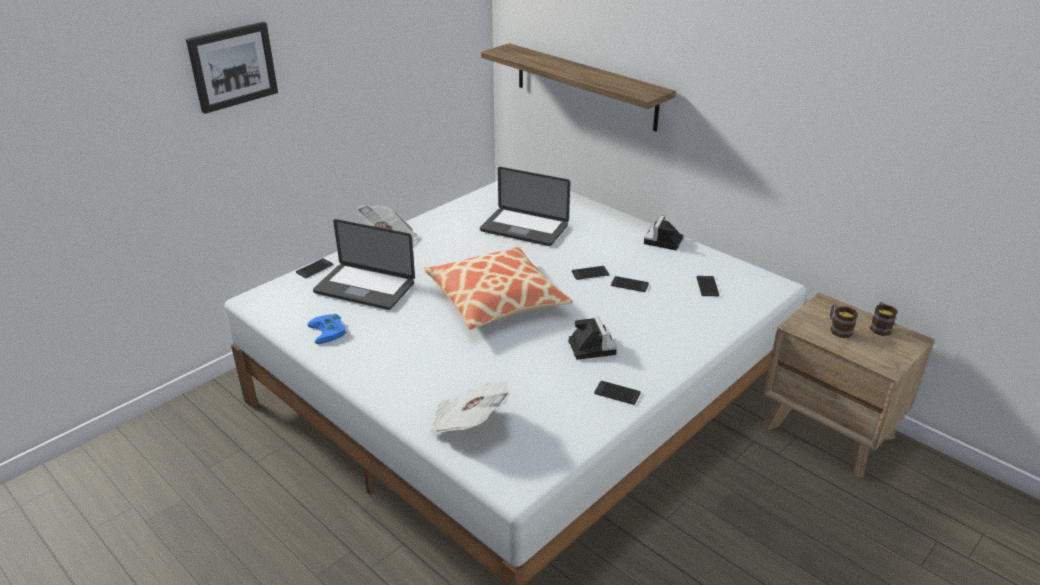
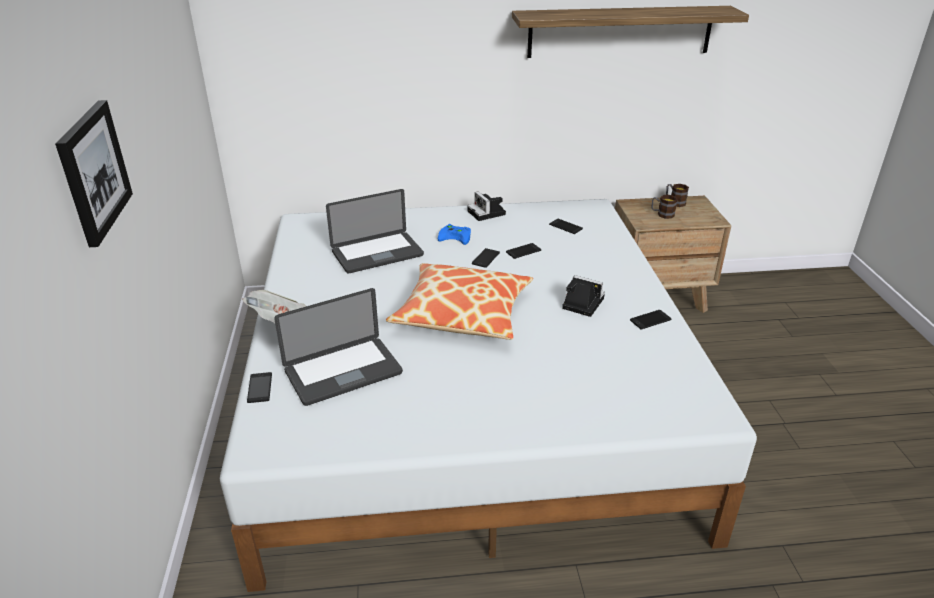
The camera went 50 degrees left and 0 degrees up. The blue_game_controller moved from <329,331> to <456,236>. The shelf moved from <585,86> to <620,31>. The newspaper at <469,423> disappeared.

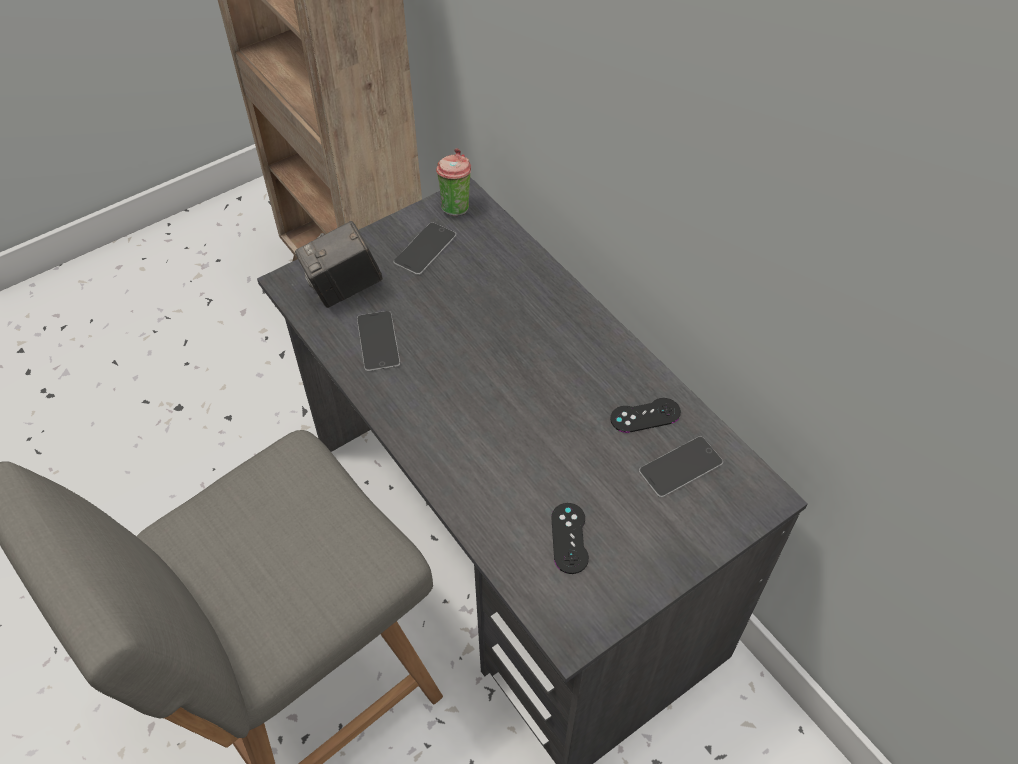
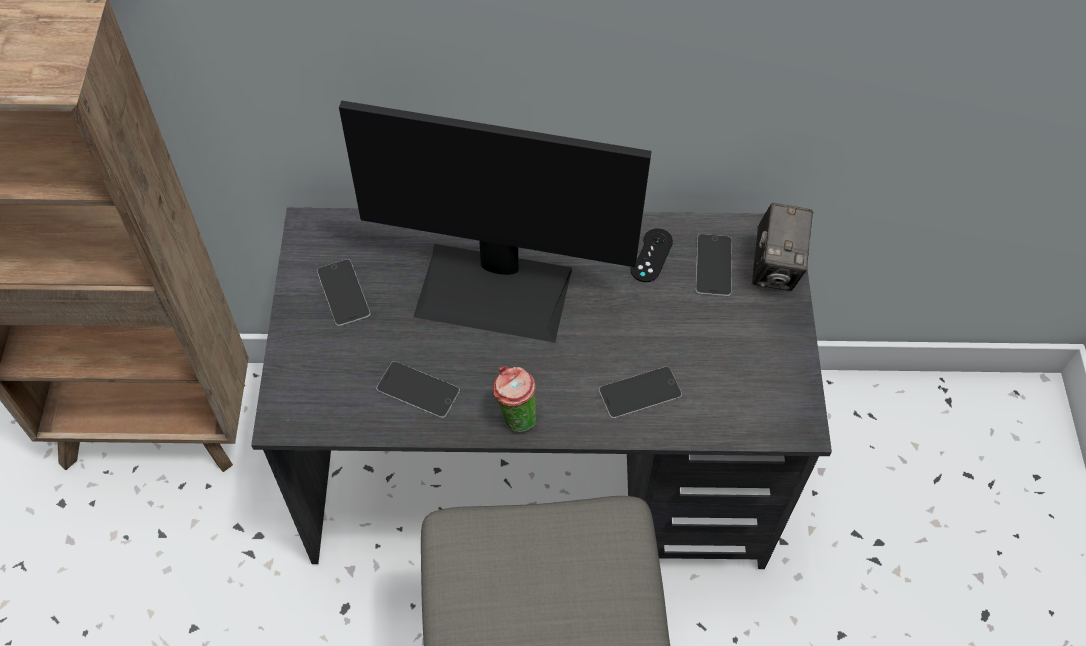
The camera went 55 degrees left and 5 degrees up. The monitor at <495,290> appeared. The cup moved from <455,206> to <514,416>. The phone at <640,392> appeared. The photo_camera moved from <344,288> to <775,267>. The black_game_controller at <569,538> disappeared.

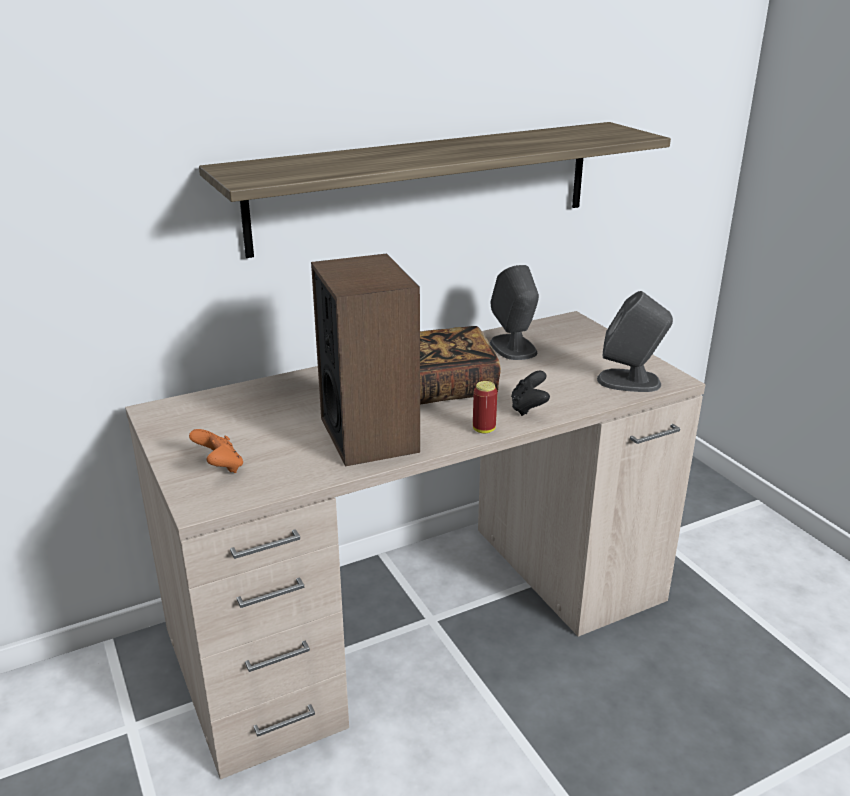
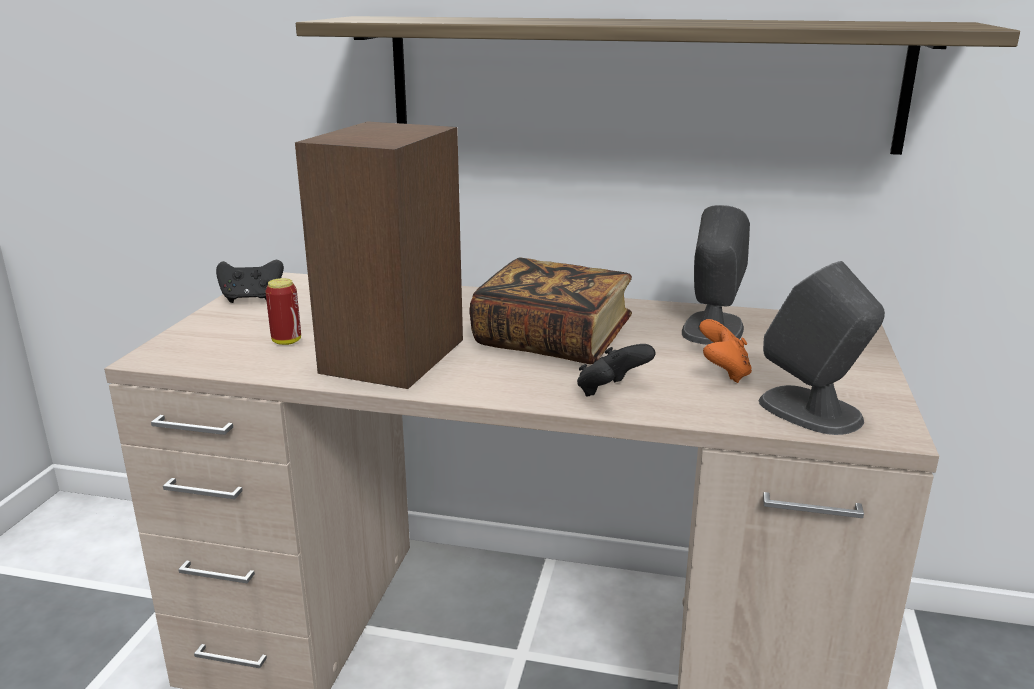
The camera went 40 degrees right and 5 degrees down. The black_game_controller at <251,299> appeared. The can moved from <484,429> to <286,341>. The orange_game_controller moved from <220,467> to <723,373>.

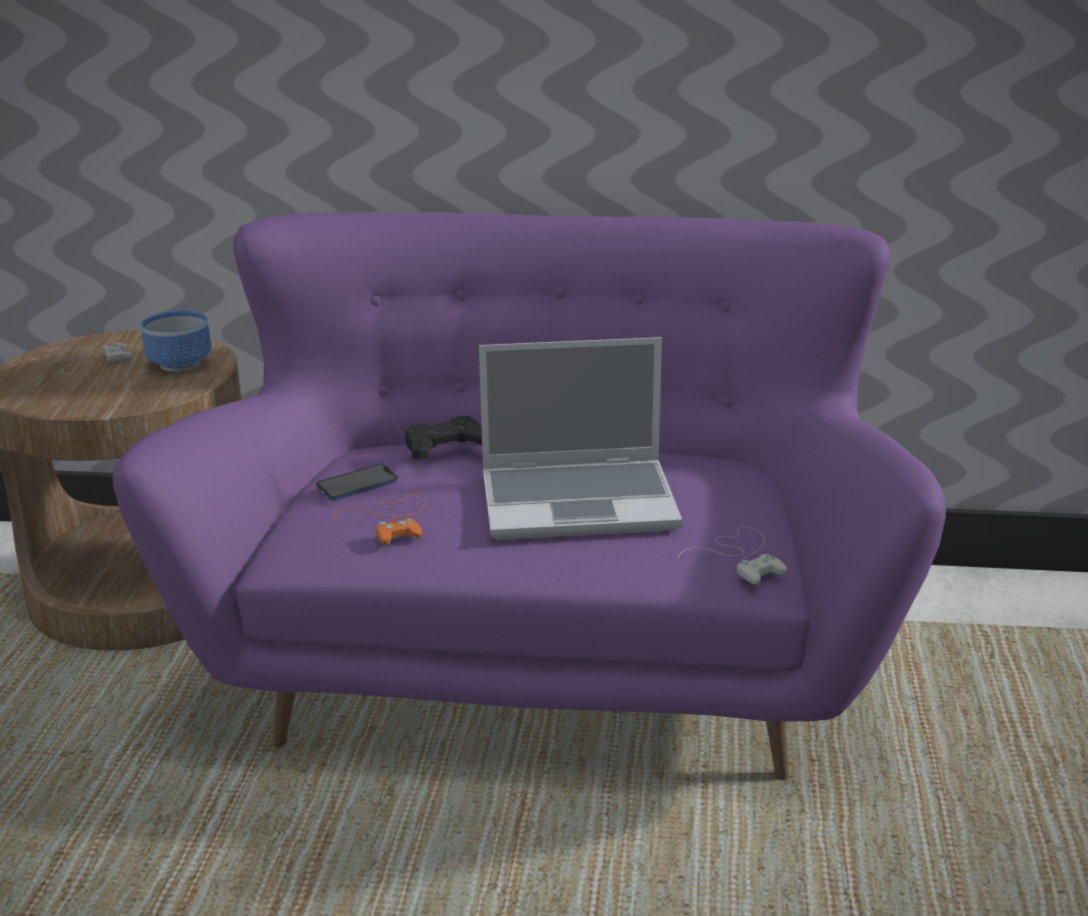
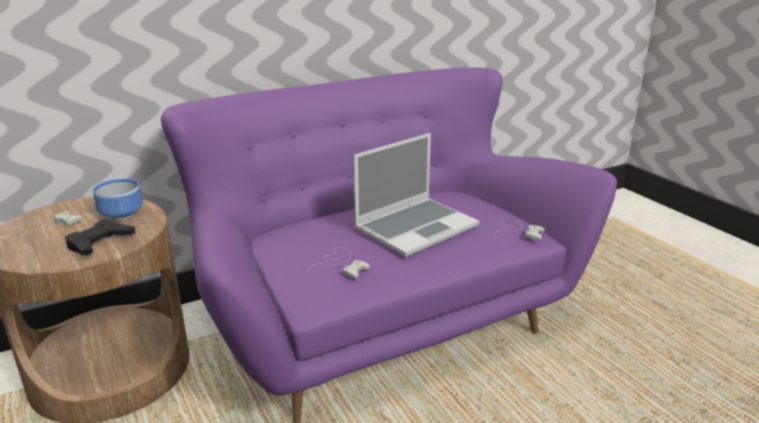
The camera went 35 degrees left and 0 degrees up. The black_game_controller moved from <447,447> to <99,242>. The orange_game_controller at <394,520> became the white_game_controller at <341,264>. The phone at <357,484> disappeared.

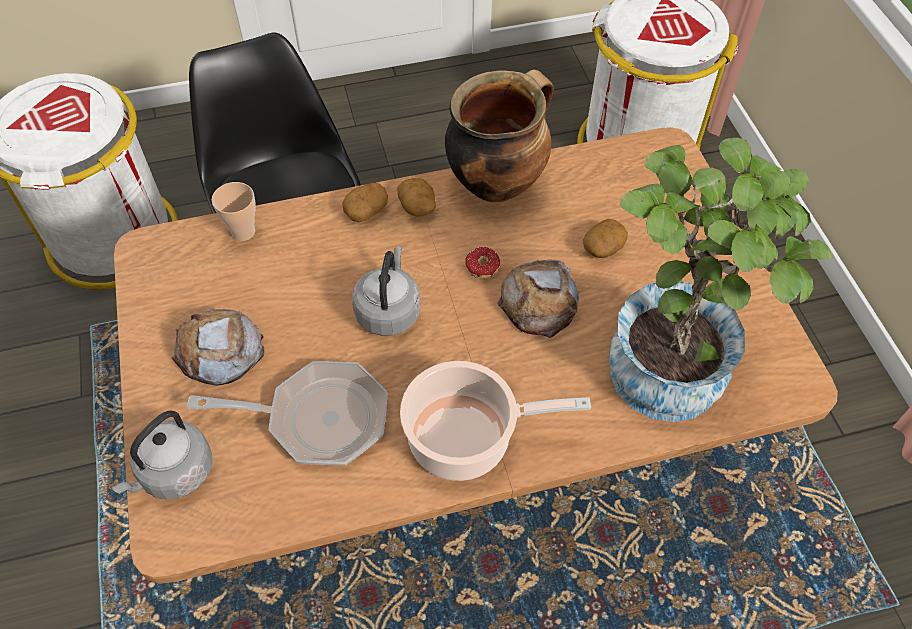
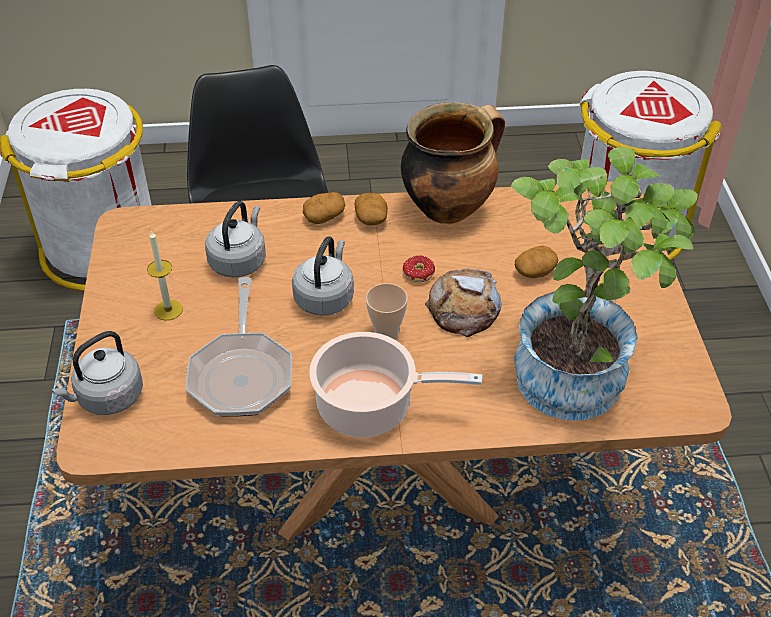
The camera went 10 degrees right and 10 degrees down. The bread at <219,351> was replaced by the candle at <168,310>. The frying_pan at <318,419> turned 75 degrees clockwise. The grey_kettle at <239,261> appeared. The cup moved from <243,232> to <386,334>.

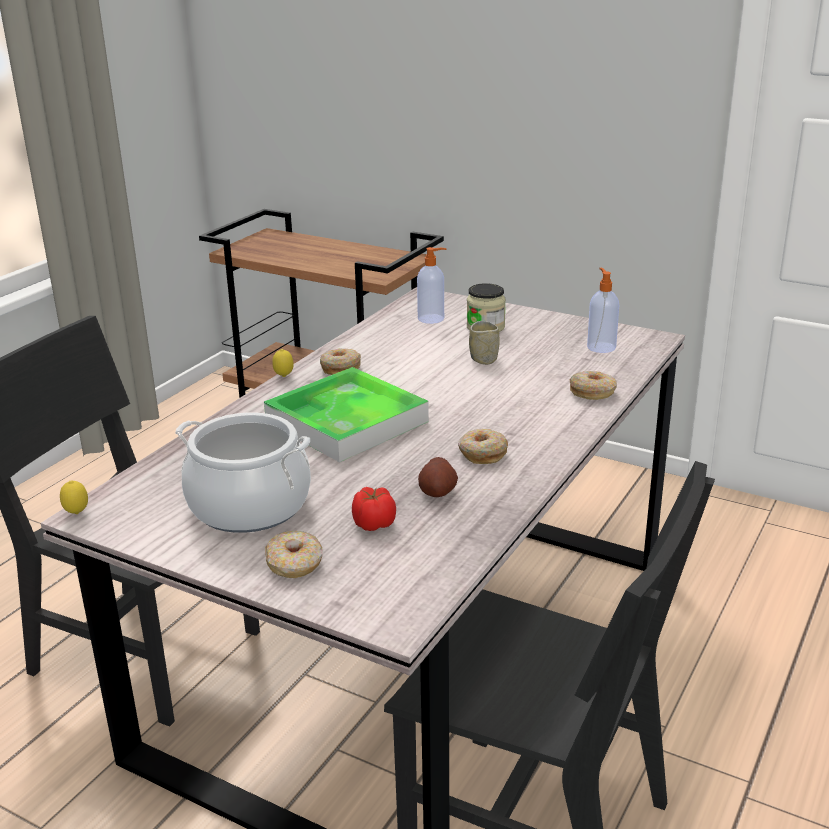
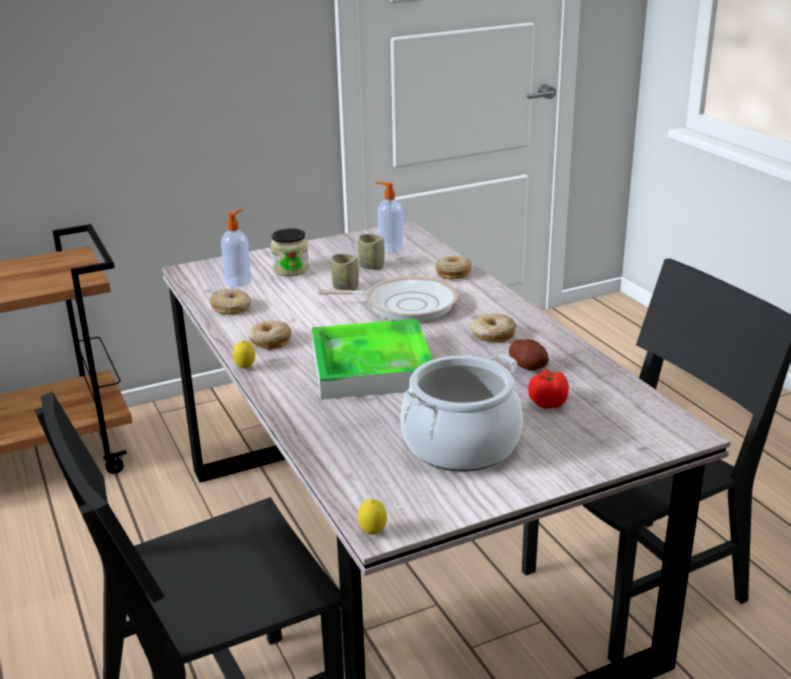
The camera went 55 degrees left and 0 degrees up. The donut moved from <295,563> to <231,308>. The frying_pan at <405,305> appeared. The cup at <371,266> appeared.

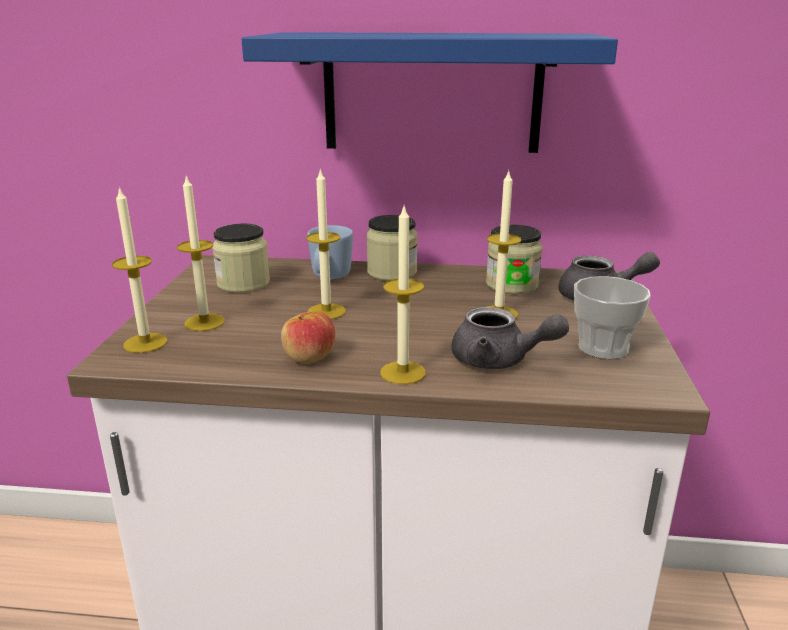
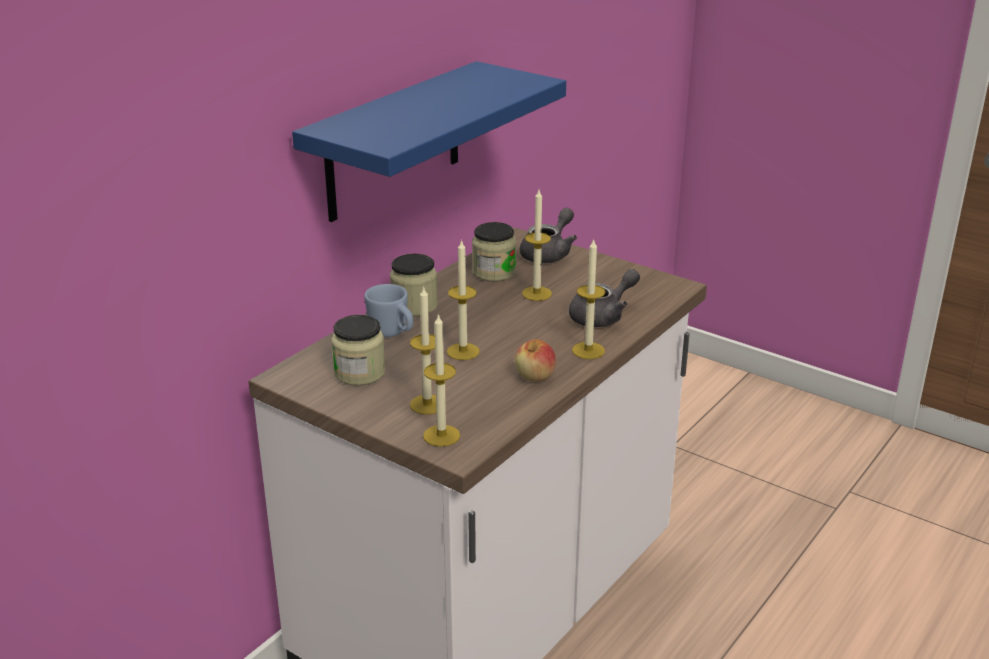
The camera went 60 degrees left and 5 degrees up. The cup at <603,348> disappeared.

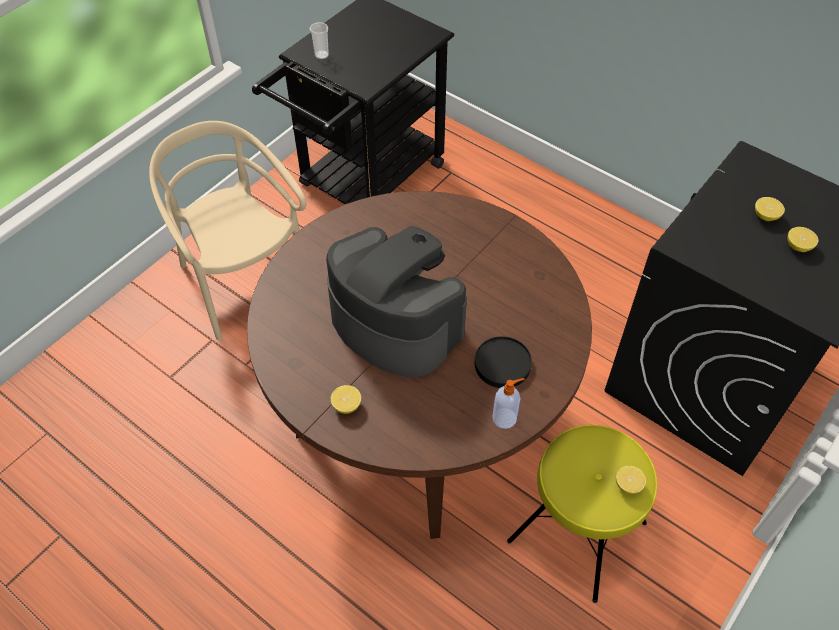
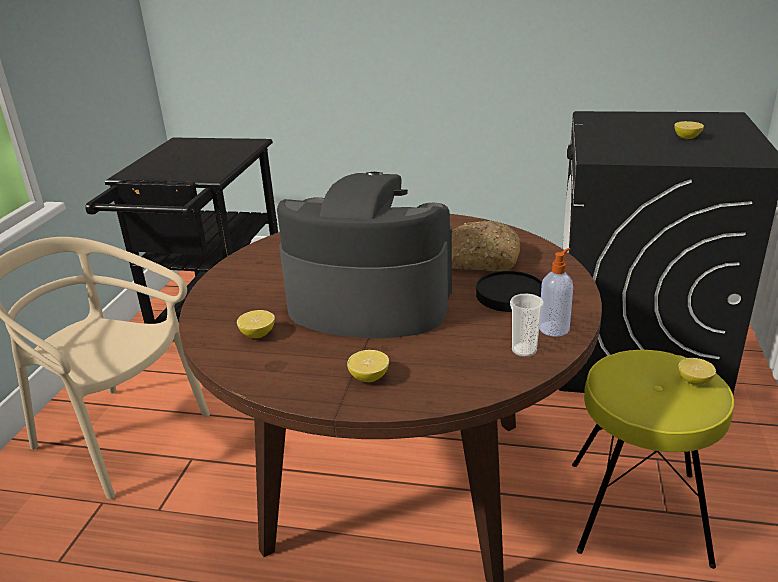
The camera went 25 degrees left and 25 degrees down. The lemon moved from <765,216> to <258,334>. The bread at <480,259> appeared. The cup moved from <321,55> to <524,350>.

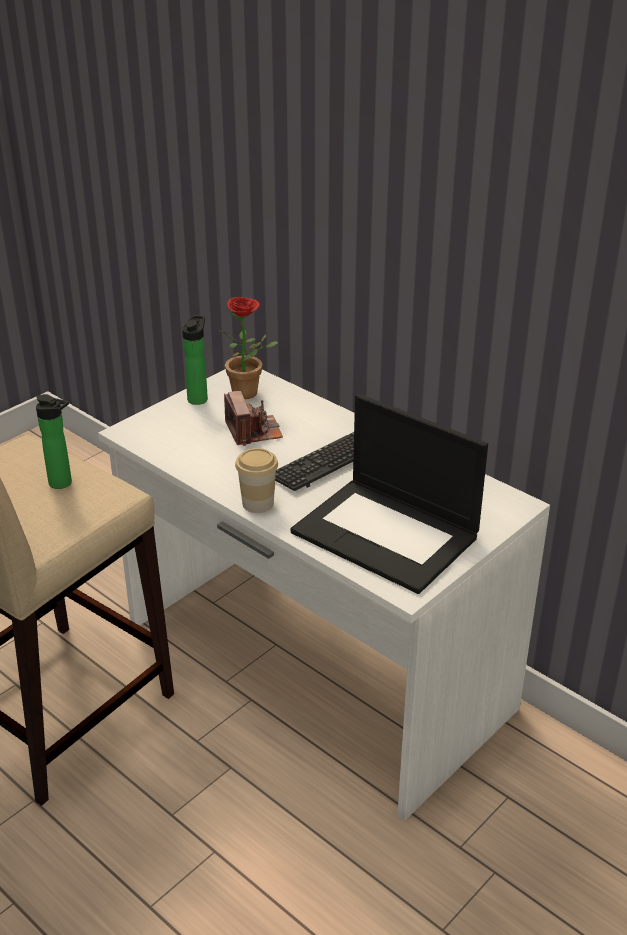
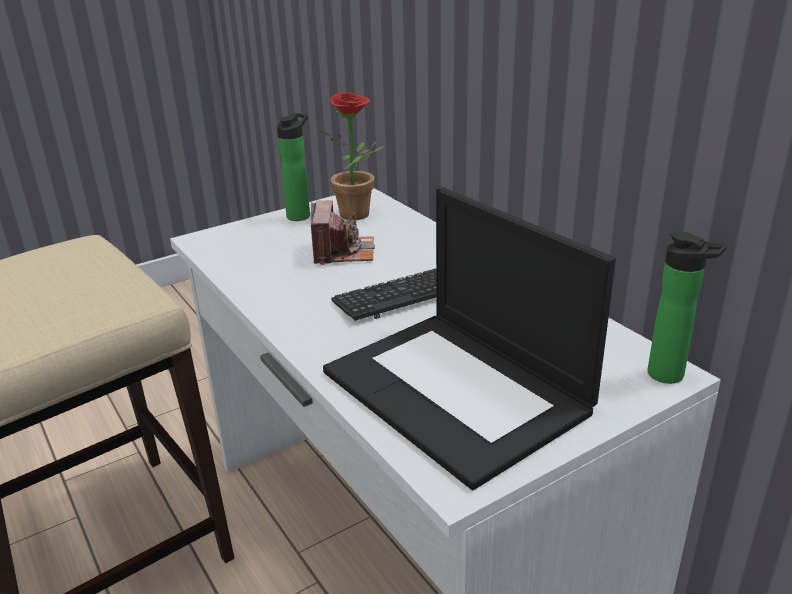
The camera went 15 degrees right and 5 degrees down. The bottle moved from <63,484> to <671,376>. The cup at <258,503> disappeared.

